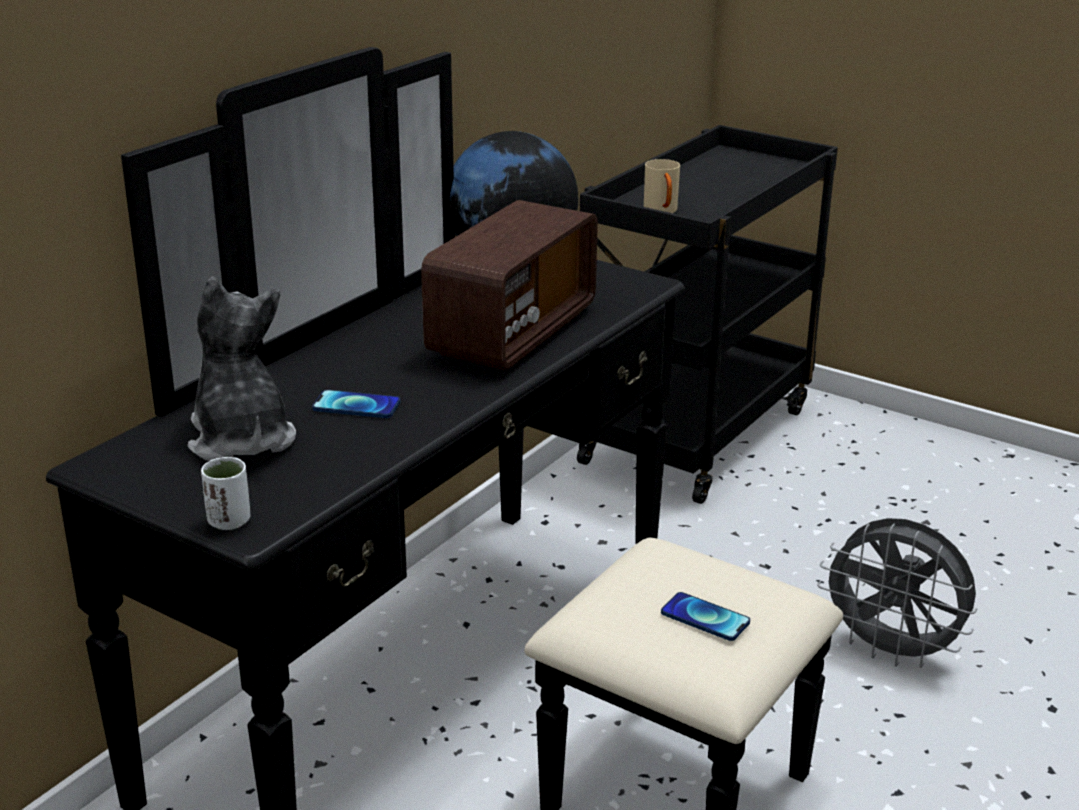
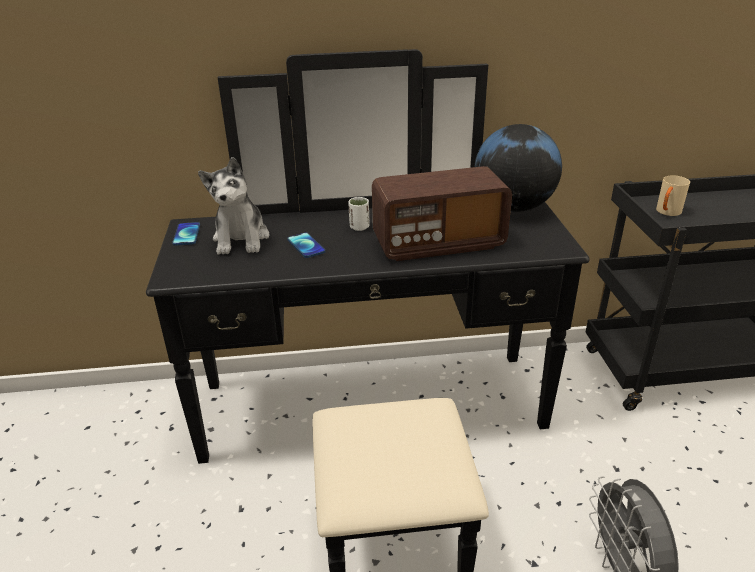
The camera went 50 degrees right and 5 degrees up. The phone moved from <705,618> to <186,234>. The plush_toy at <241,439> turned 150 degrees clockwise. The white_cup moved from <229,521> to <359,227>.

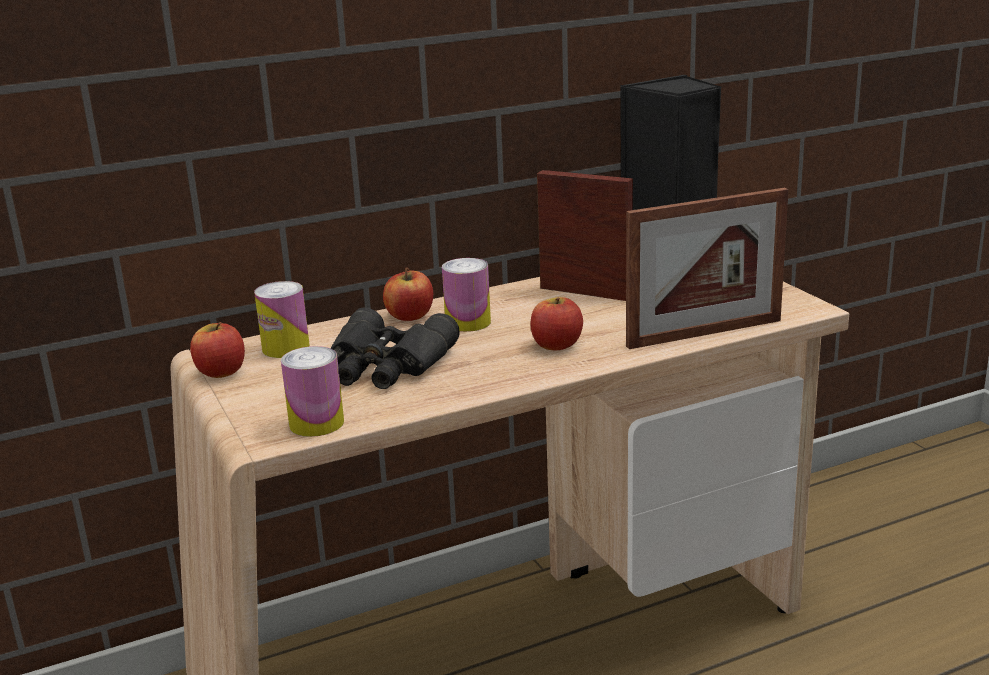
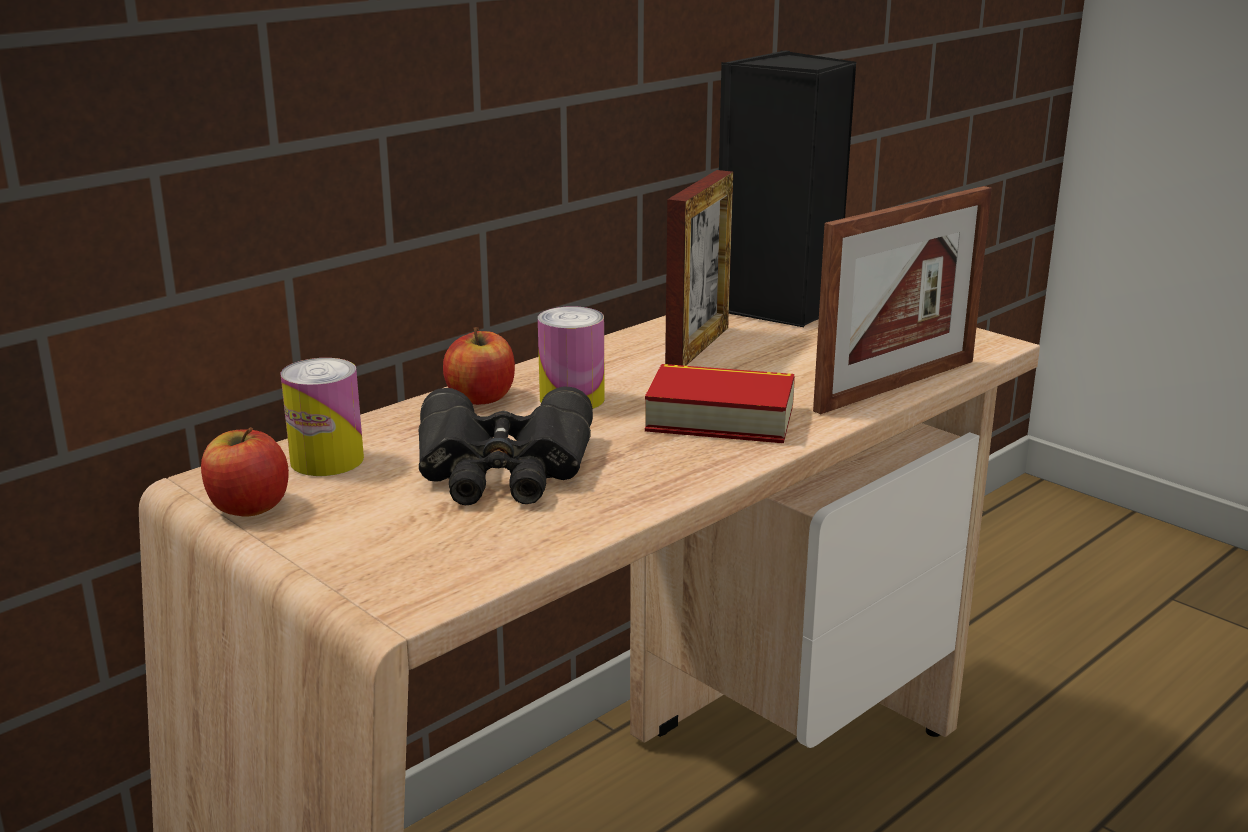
The camera went 20 degrees left and 0 degrees up. The apple at <556,345> was replaced by the book at <720,418>. The picture_frame at <585,292> turned 105 degrees clockwise. The can at <316,423> disappeared.

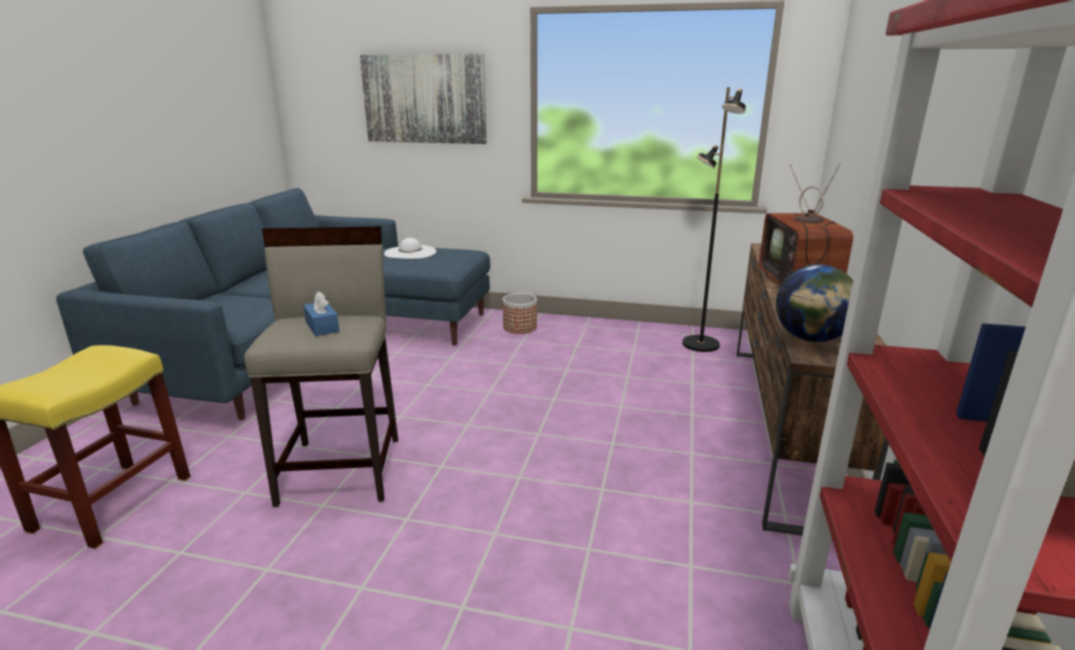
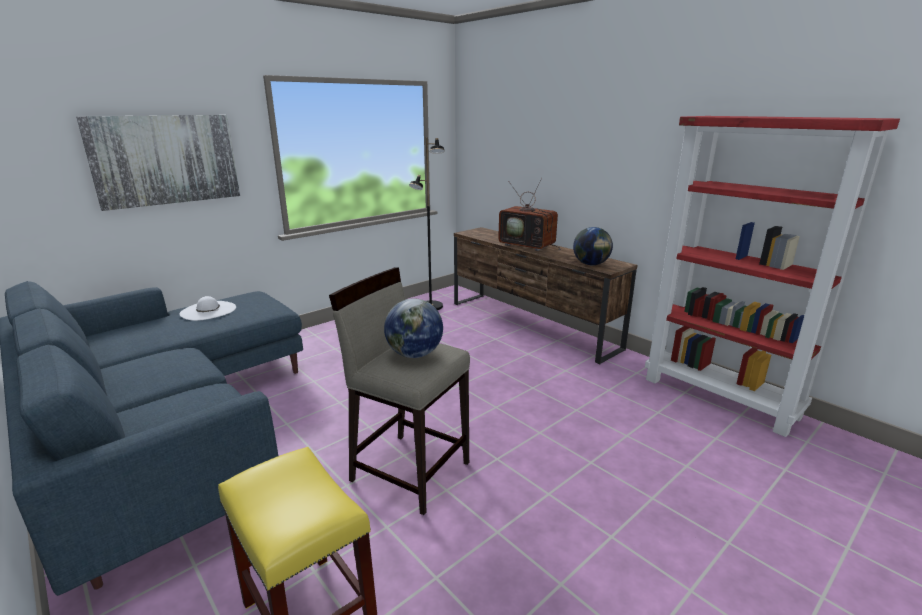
The camera went 55 degrees left and 0 degrees up. The blue_tissue_box at <322,327> was replaced by the globe at <414,354>. The planter at <520,327> disappeared.

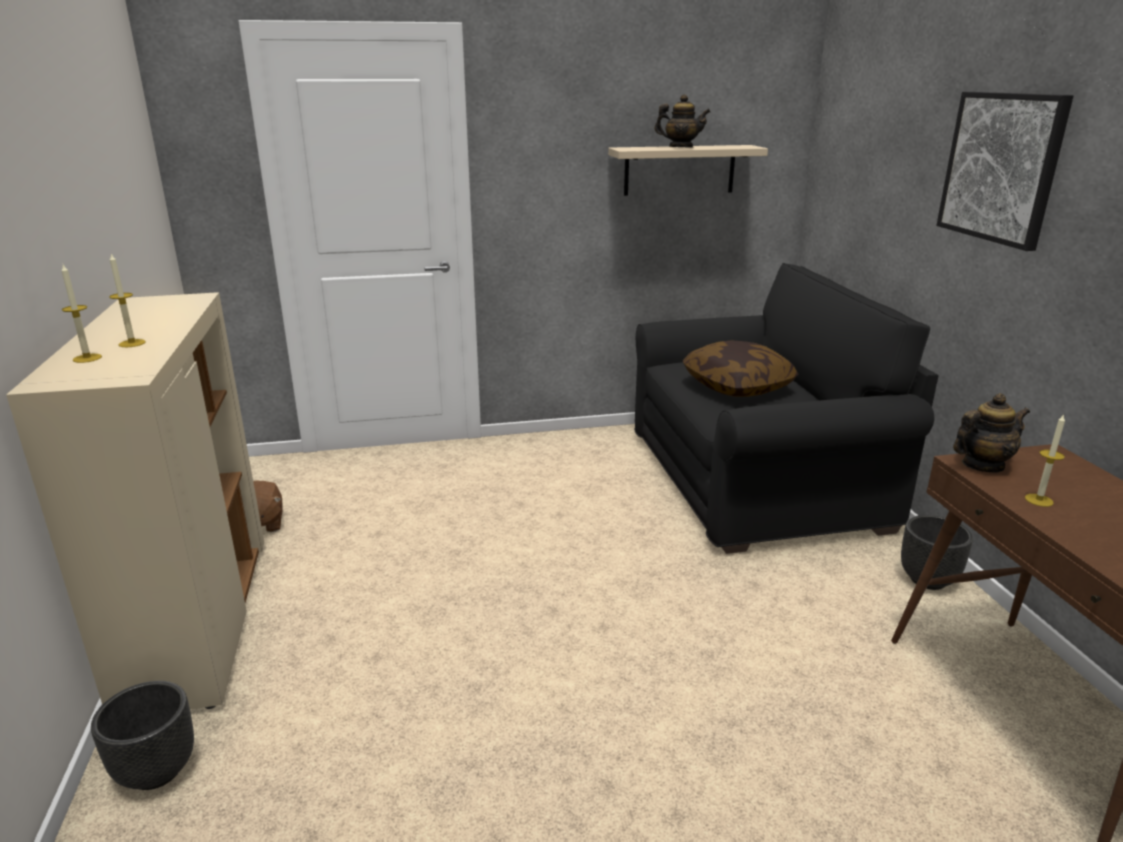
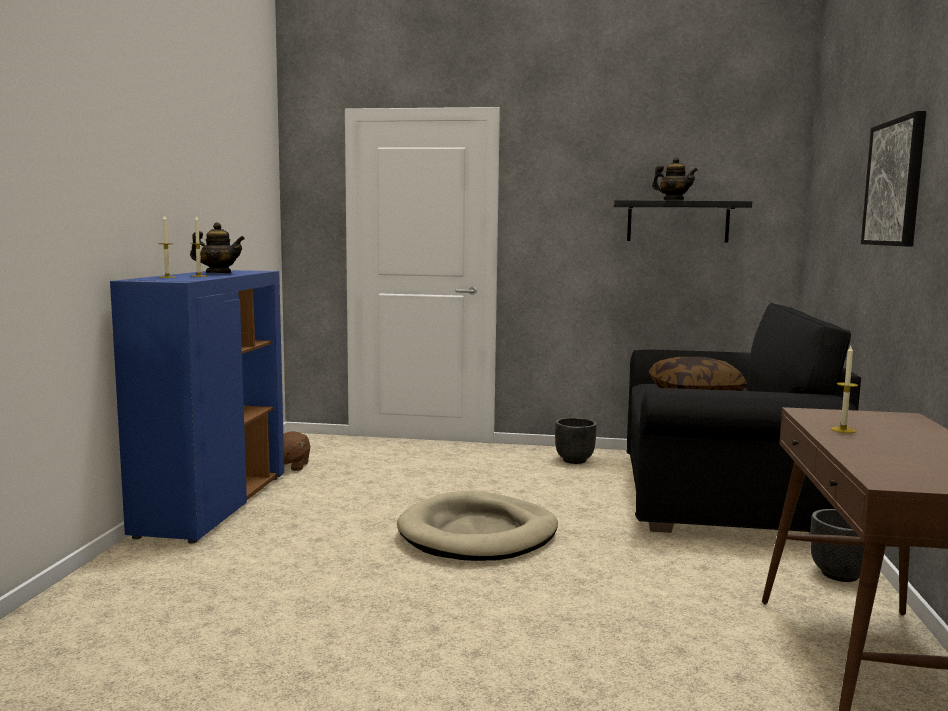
The camera went 20 degrees right and 15 degrees down. The beige_cabinet at <198,622> became the blue_cabinet at <213,505>. The teapot moved from <982,465> to <218,273>. The beige_dog_bed at <478,534> appeared. The black_planter moved from <157,770> to <574,460>. The beige_shelf at <679,170> became the black_shelf at <678,221>.

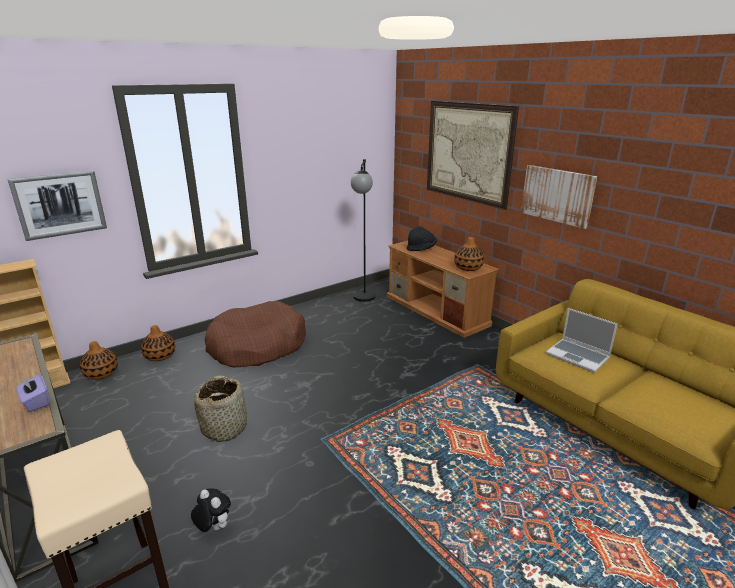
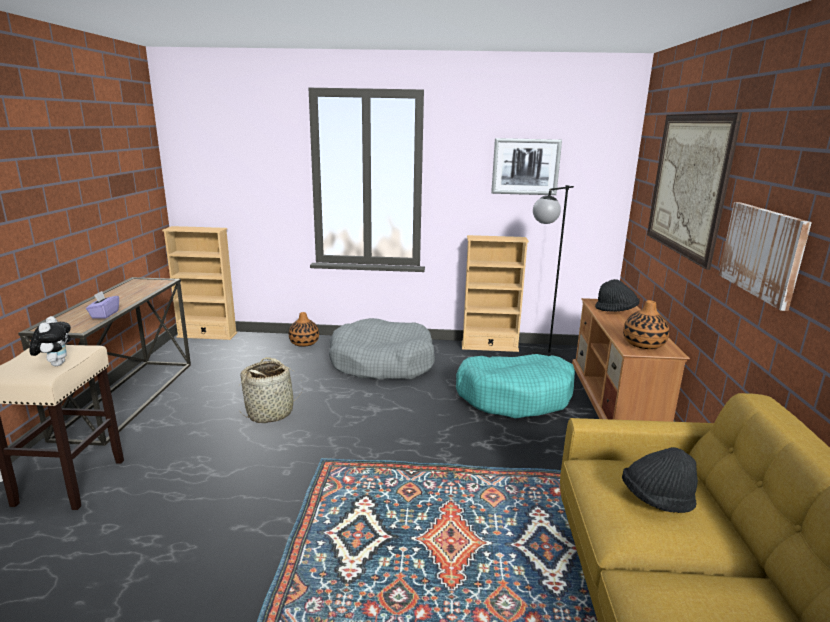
The camera went 40 degrees right and 5 degrees down. The plush_toy moved from <213,527> to <56,364>. The brown_dog_bed at <257,346> became the grey_dog_bed at <382,362>. The turquoise_dog_bed at <515,396> appeared. The beige_bookcase at <489,346> appeared. The picture moved from <60,204> to <525,166>. The laptop at <578,356> was replaced by the black_hat at <656,500>. The vase at <101,373> disappeared.

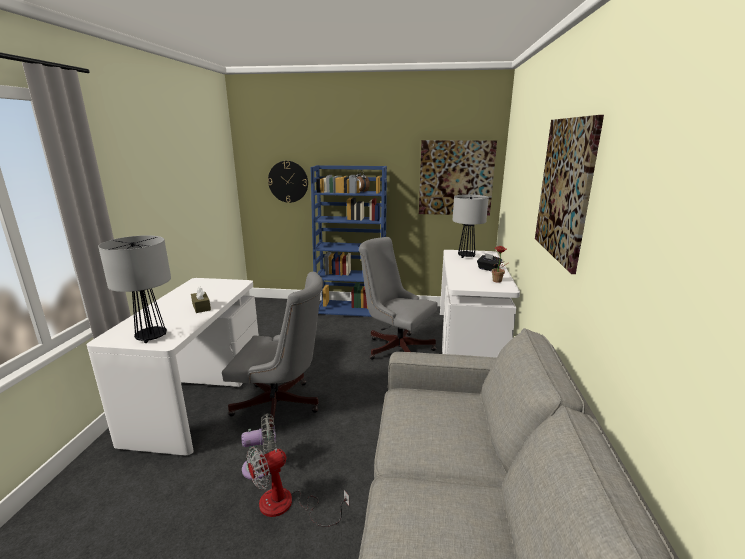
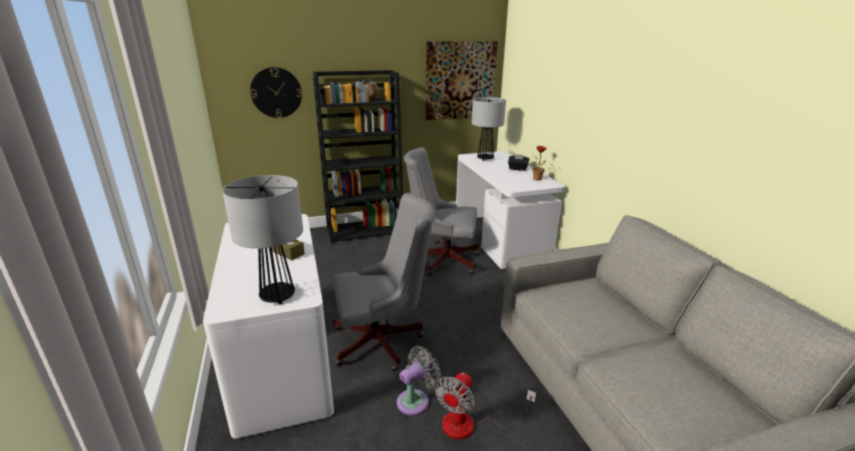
The camera went 25 degrees left and 5 degrees up. The blue_bookcase at <351,309> became the black_bookcase at <365,230>. The picture at <565,189> disappeared.

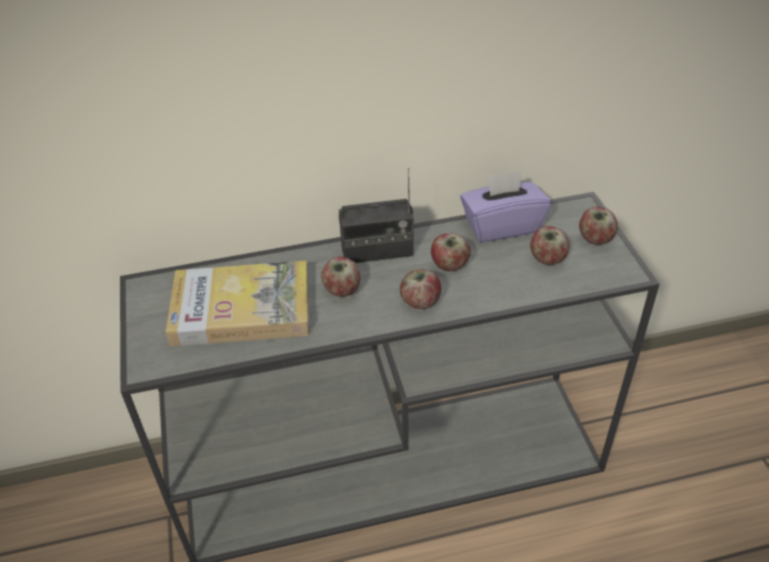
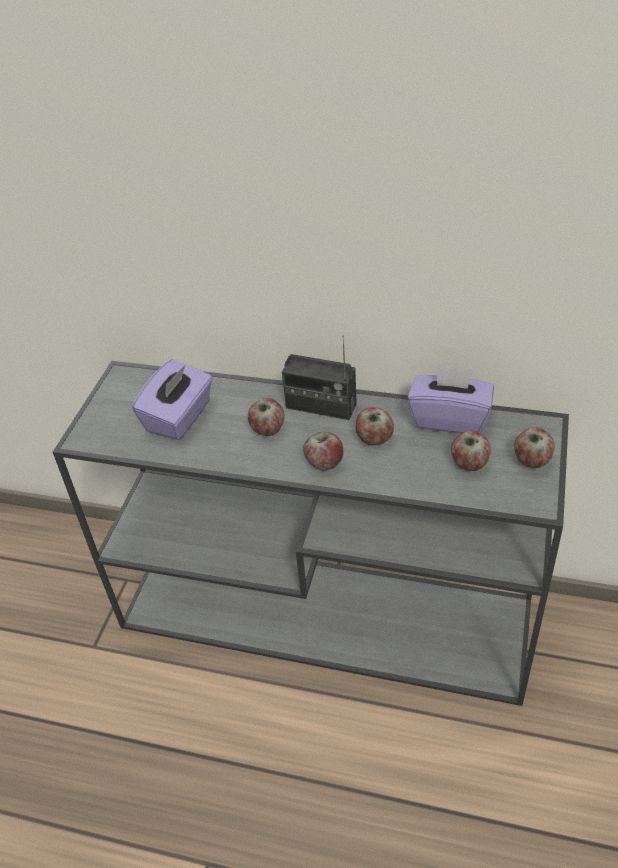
The camera went 30 degrees right and 0 degrees up. The book at <241,308> was replaced by the purple_tissue_box at <179,417>.

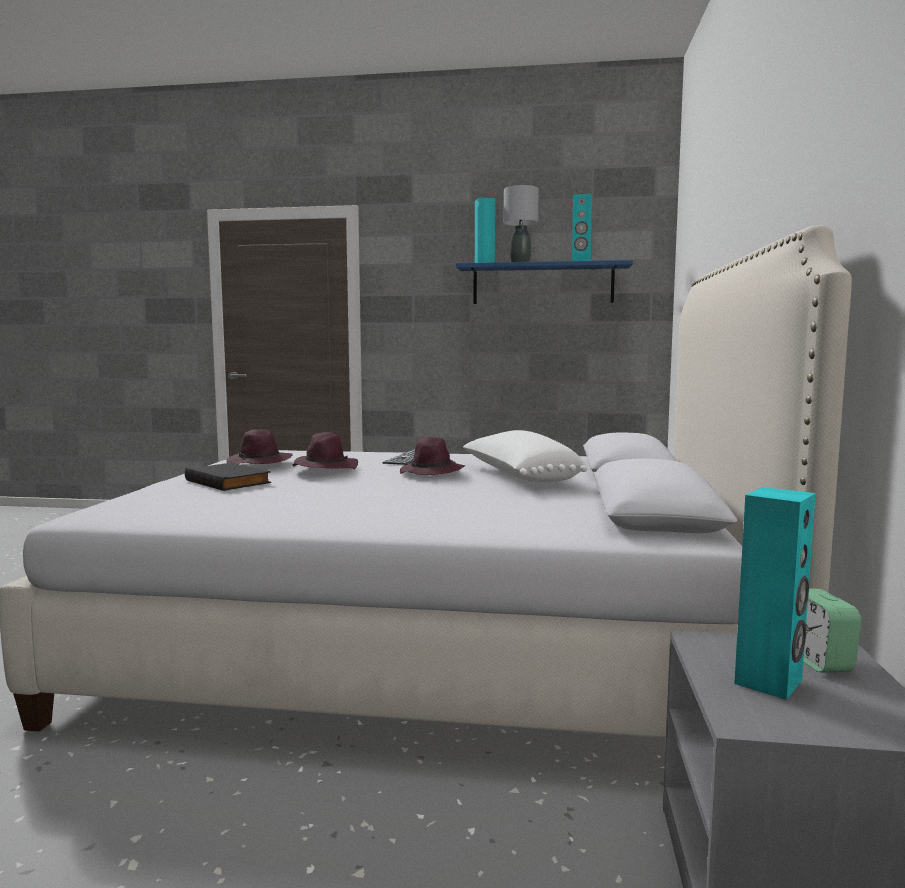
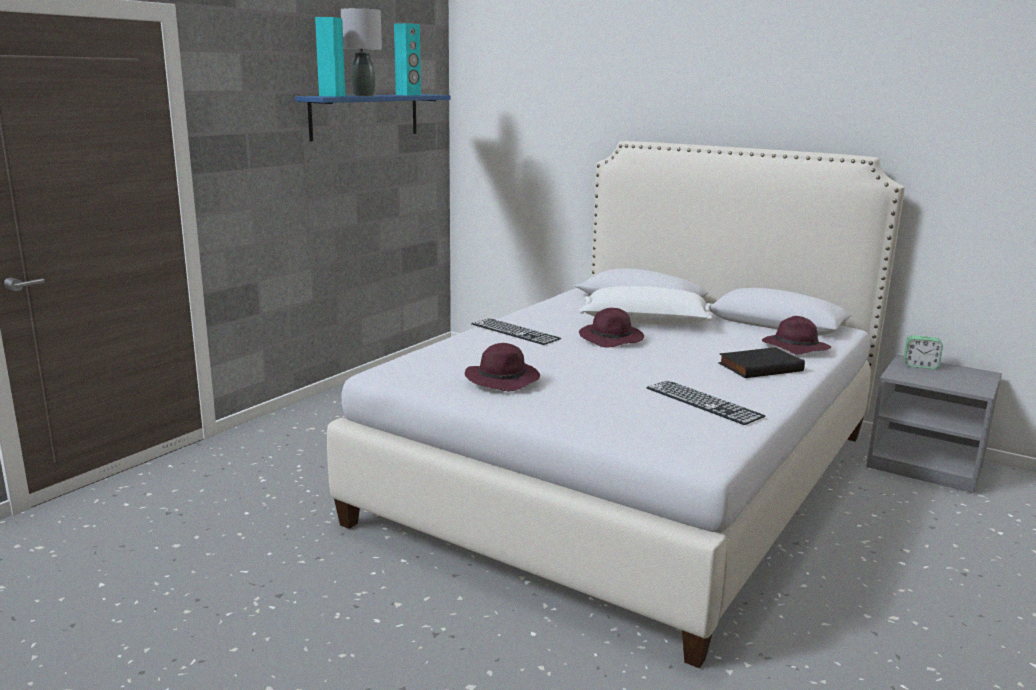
The camera went 65 degrees left and 10 degrees up. The keyboard at <703,402> appeared. The black_book moved from <229,481> to <759,366>. The purple_hat moved from <325,467> to <794,348>. The turquoise_speaker at <769,682> disappeared.

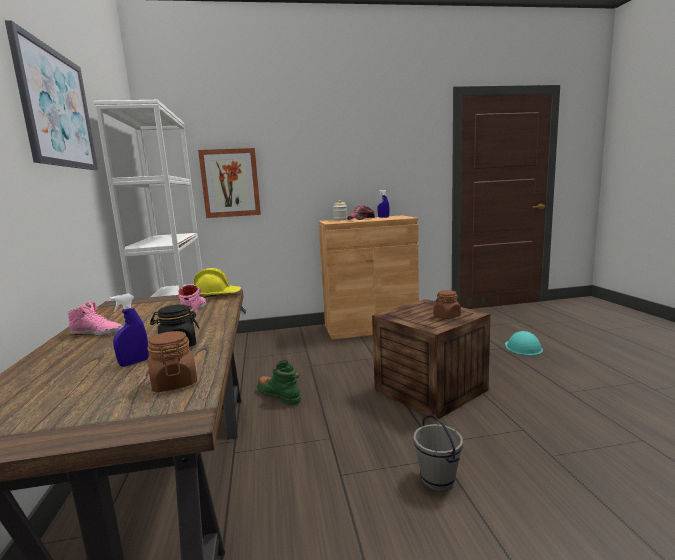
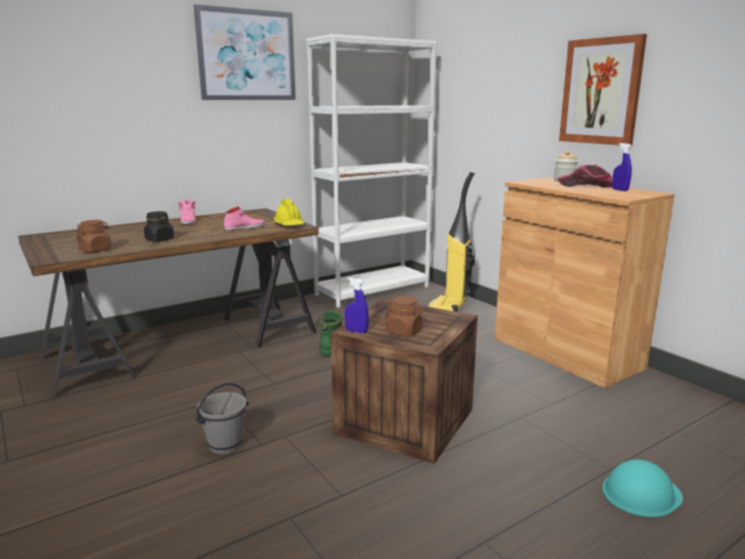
The camera went 65 degrees right and 5 degrees up. The blue_spray_bottle moved from <134,363> to <356,331>. The vacuum_cleaner at <448,309> appeared. The picture moved from <230,183> to <601,91>.

